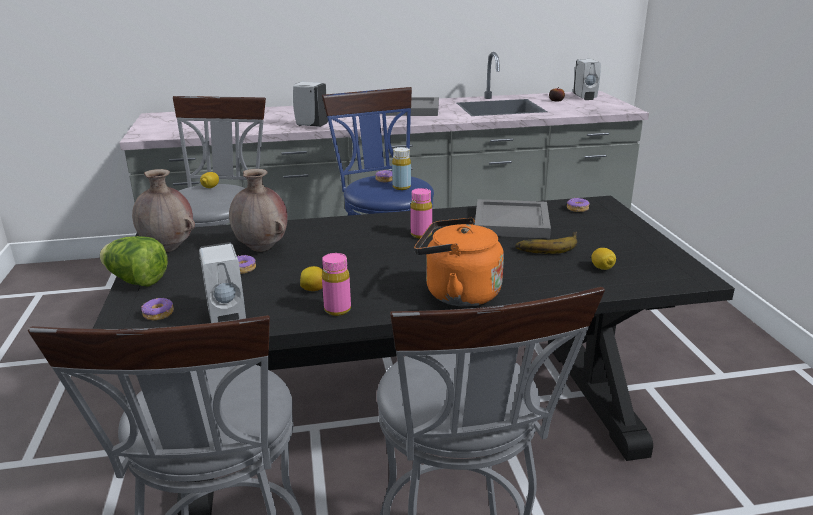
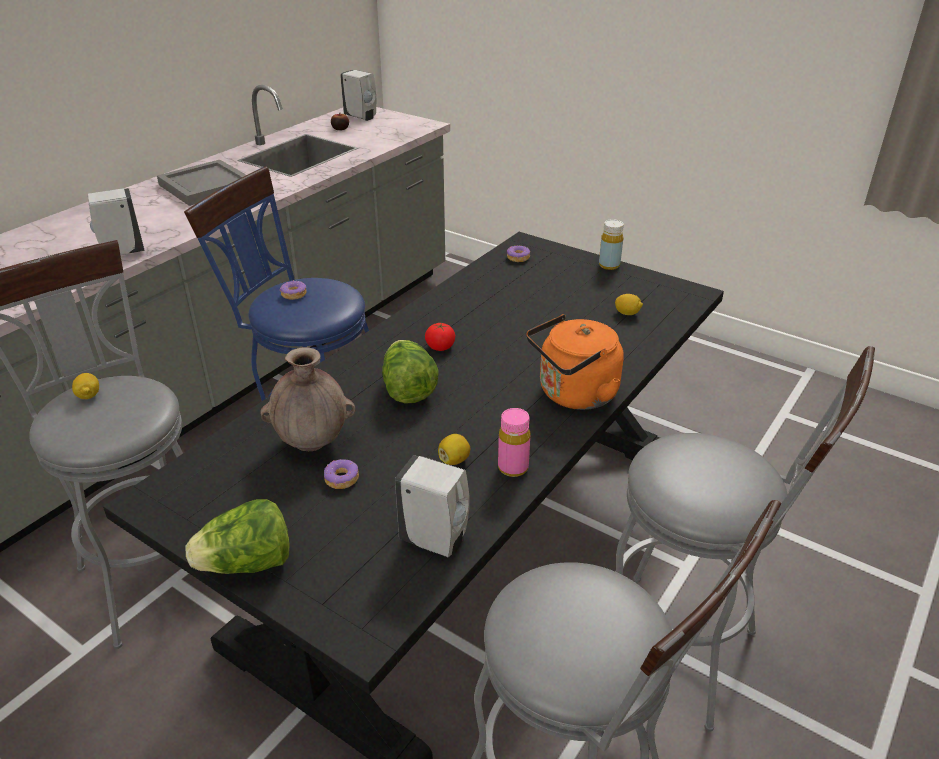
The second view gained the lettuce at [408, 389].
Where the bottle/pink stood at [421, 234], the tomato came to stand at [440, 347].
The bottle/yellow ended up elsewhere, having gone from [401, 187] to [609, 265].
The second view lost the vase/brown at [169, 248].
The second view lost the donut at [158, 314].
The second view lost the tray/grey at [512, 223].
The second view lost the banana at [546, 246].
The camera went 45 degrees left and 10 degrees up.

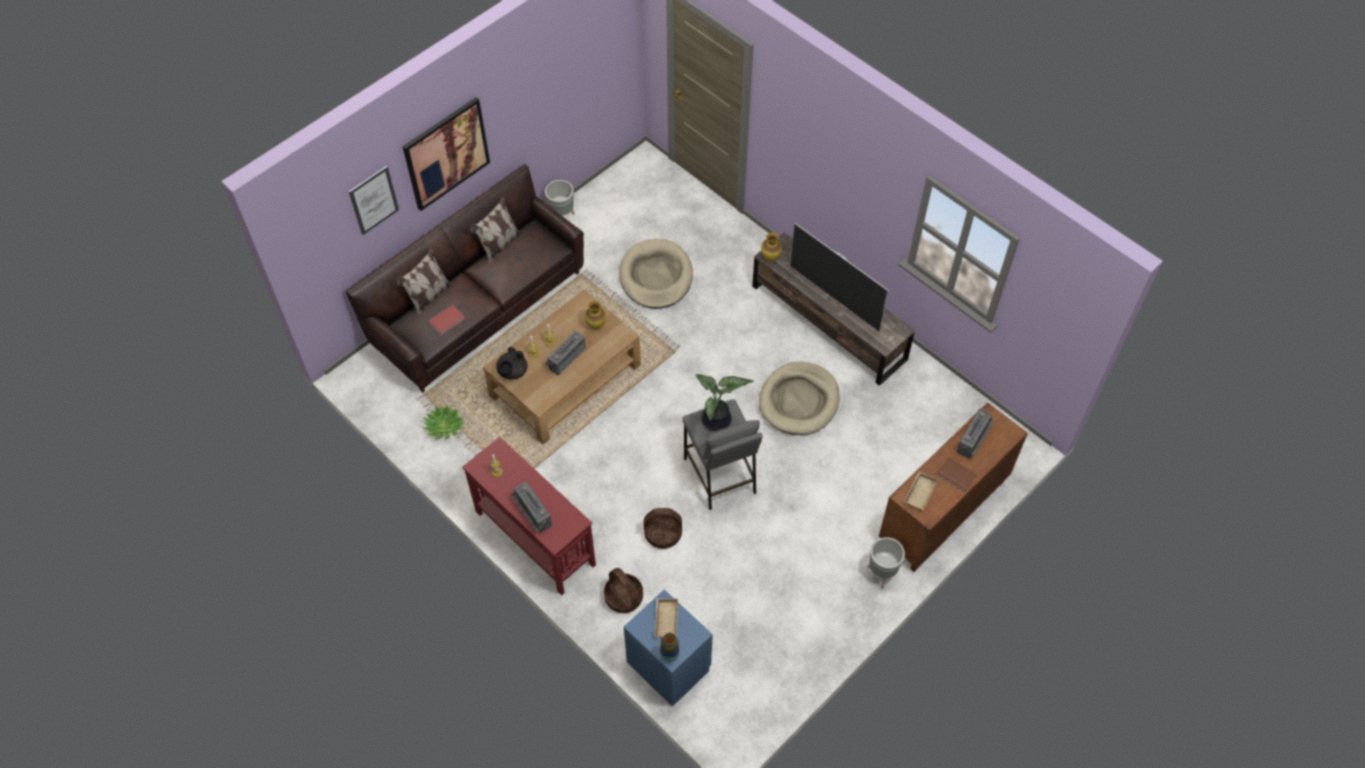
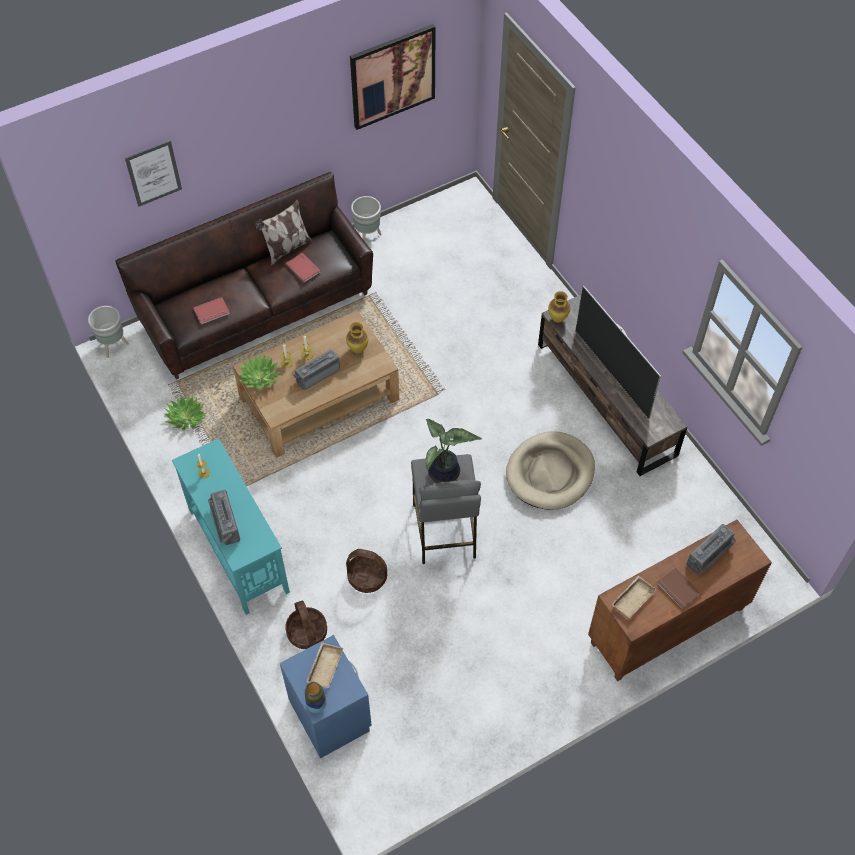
The planter/grey ended up elsewhere, having gone from [881, 574] to [114, 346].
What was the console table/red at [535, 537] turned into the console table/turquoise at [238, 549].
Where the teapot/black stood at [512, 372], the potted plant came to stand at [260, 377].
The second view gained the book/red at [303, 268].
The picture ended up elsewhere, having gone from [446, 153] to [393, 76].
The second view lost the pillow at [428, 297].
The second view lost the dog bed/beige at [656, 276].
The camera went 15 degrees right and 0 degrees up.

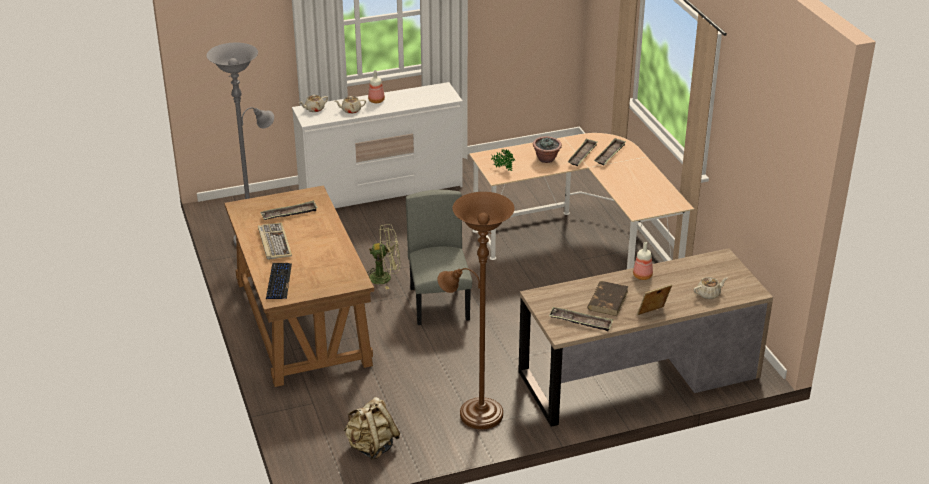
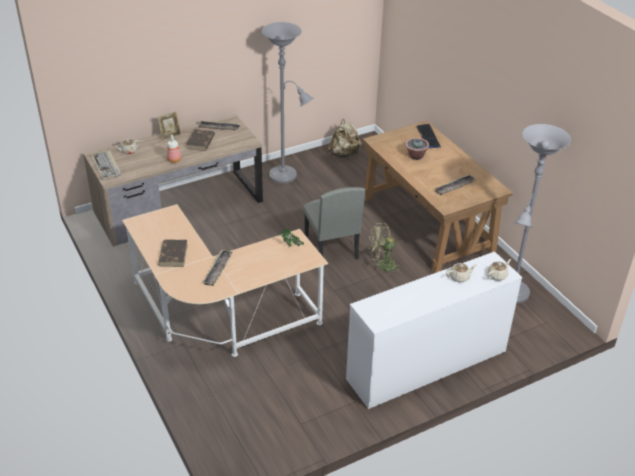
The keyboard ended up elsewhere, having gone from [274, 242] to [106, 166].
The second view gained the book/brown at [173, 254].
What was the floor lamp/brown at [476, 412] turned into the floor lamp/grey at [286, 176].
The potted plant ended up elsewhere, having gone from [546, 159] to [415, 156].
The second view lost the bottle at [376, 100].
The second view lost the tray at [610, 154].
The camera went 170 degrees right and 5 degrees up.

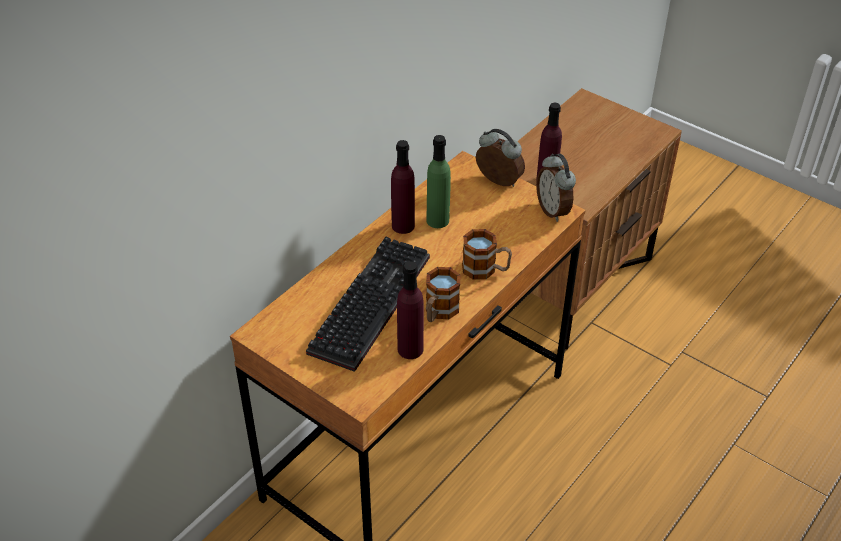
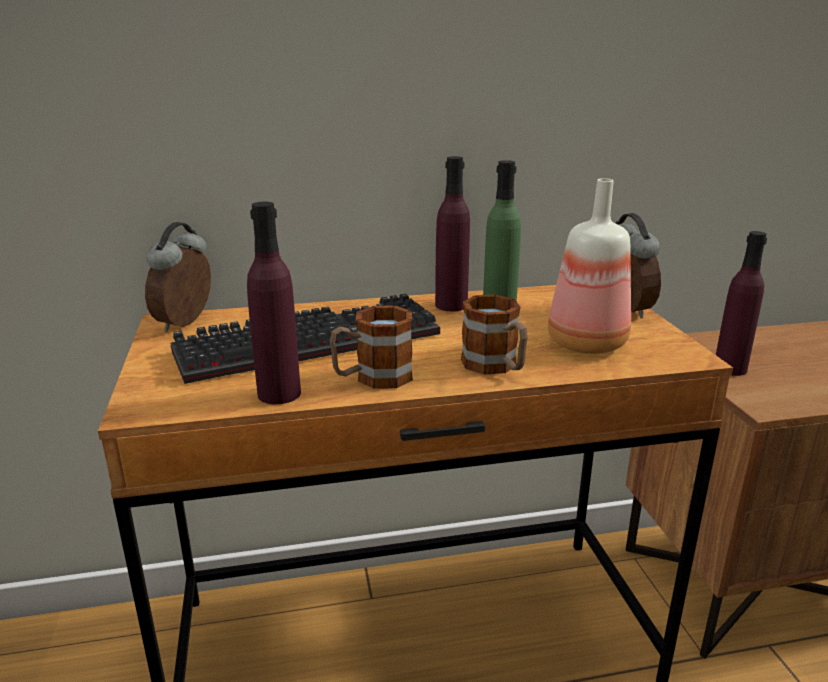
The alarm clock ended up elsewhere, having gone from [553, 210] to [187, 323].
The second view gained the bottle at [584, 343].
The camera went 40 degrees right and 20 degrees down.

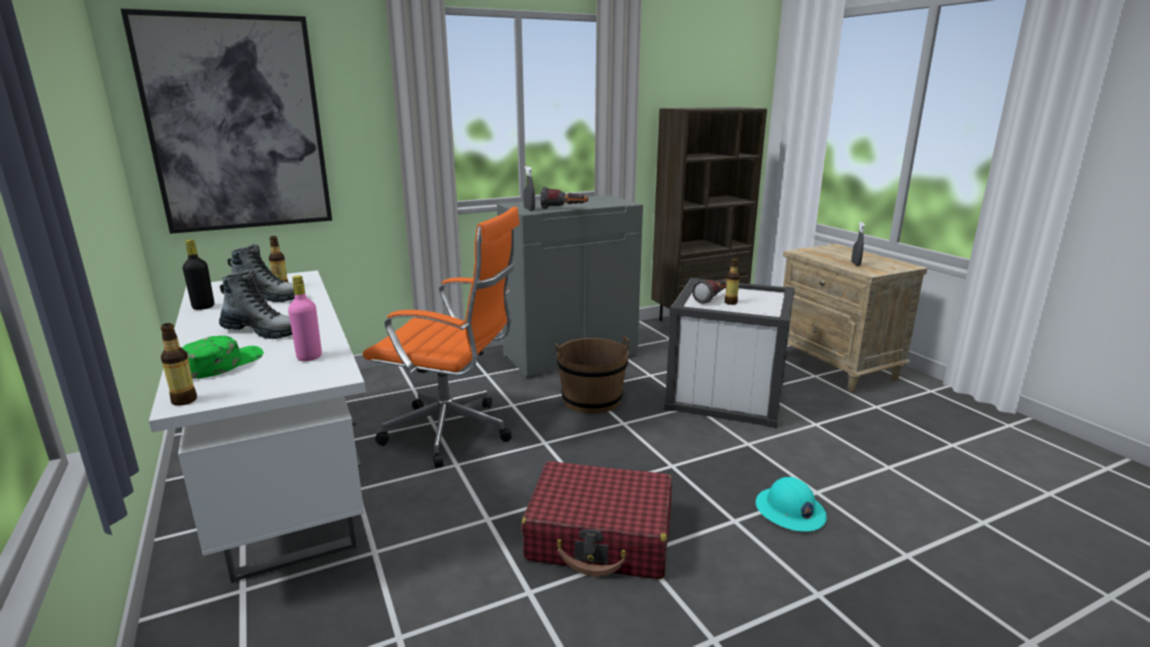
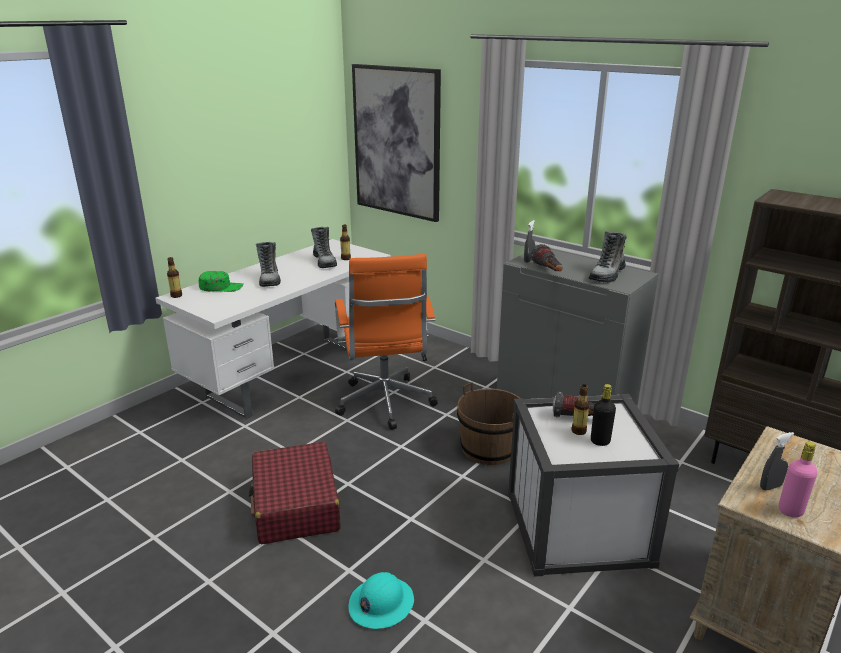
The second view gained the boot at [607, 275].
The bottle/black ended up elsewhere, having gone from [203, 307] to [600, 441].
The bottle/pink ended up elsewhere, having gone from [309, 357] to [790, 511].
The camera went 65 degrees right and 5 degrees up.

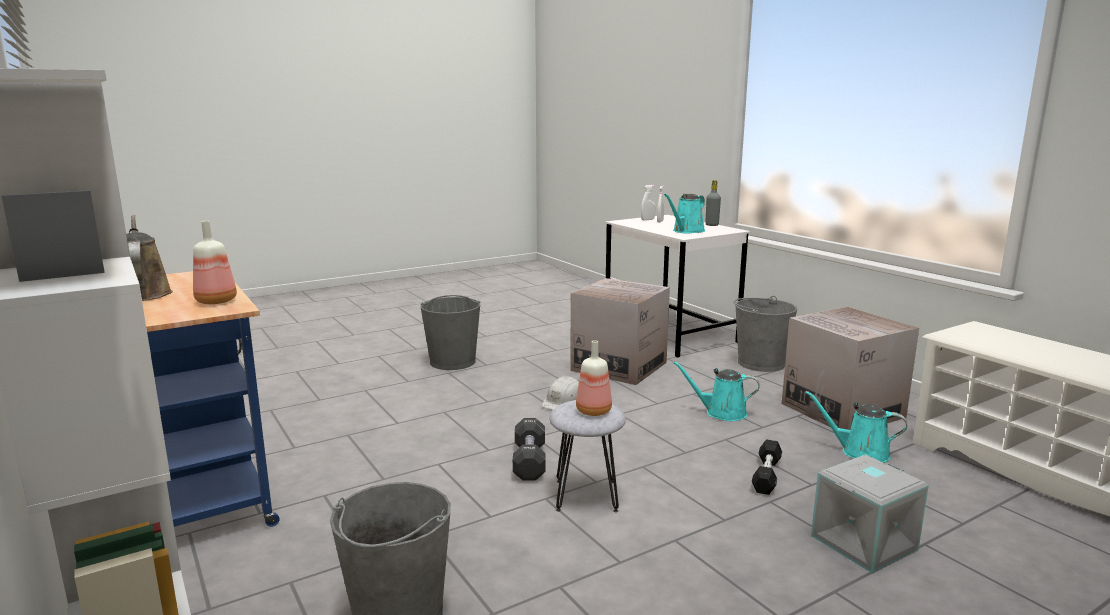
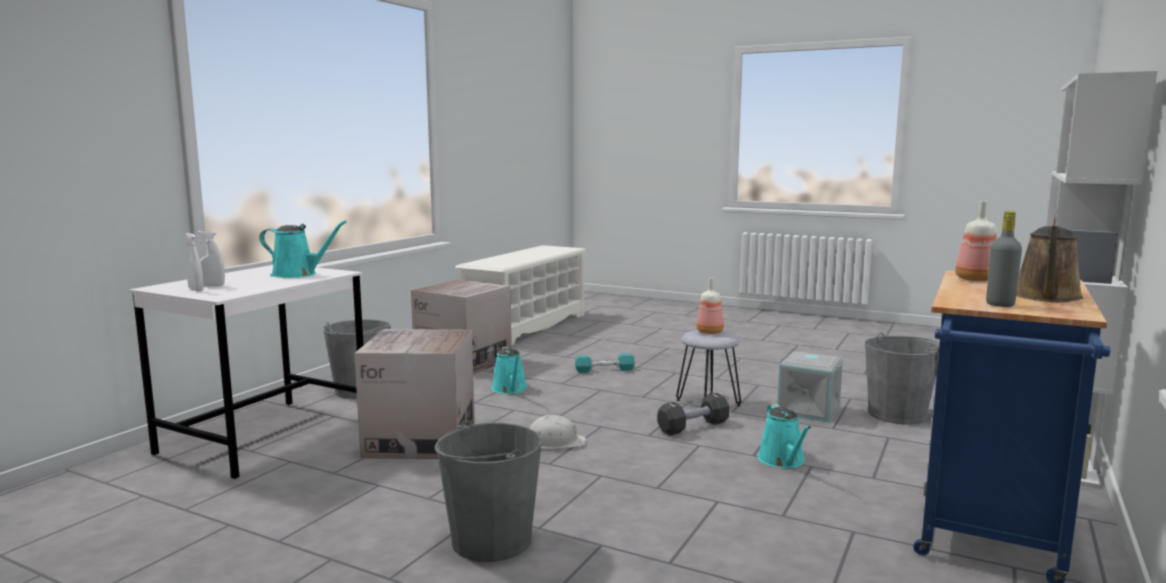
What was the dumbbell/black at [766, 475] turned into the dumbbell/turquoise at [604, 370].
The watering can/turquoise ended up elsewhere, having gone from [860, 452] to [783, 461].
The storage box/grey ended up elsewhere, having gone from [865, 543] to [809, 410].
The bottle/grey ended up elsewhere, having gone from [712, 225] to [1000, 304].
The camera went 120 degrees left and 5 degrees down.

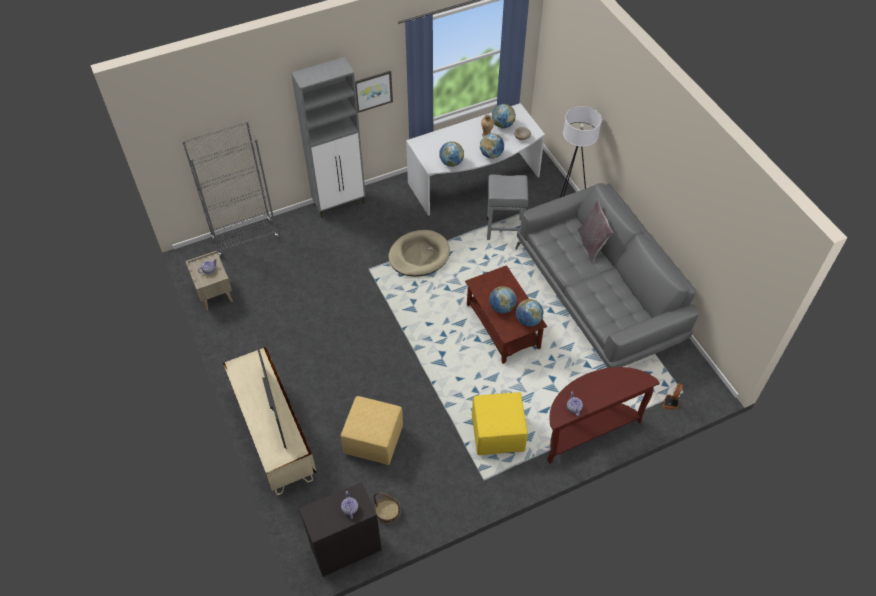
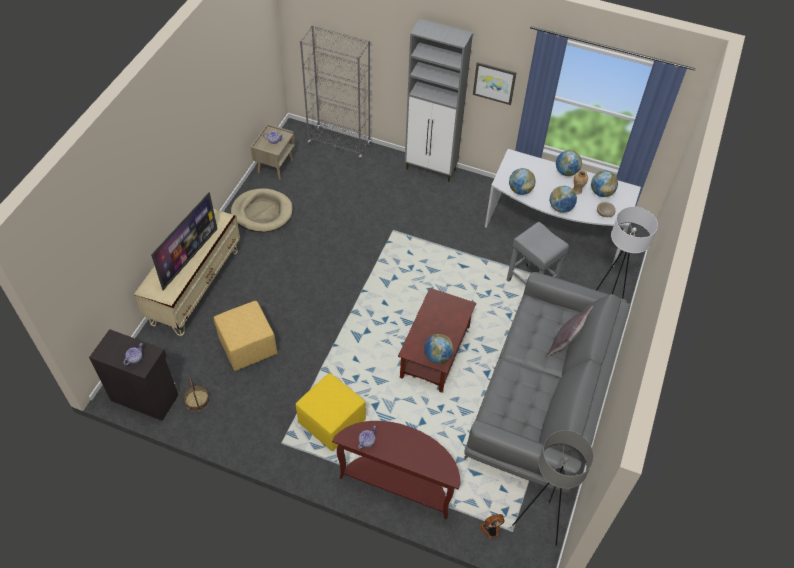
The dog bed/beige ended up elsewhere, having gone from [419, 255] to [262, 212].
The second view gained the floor lamp/grey at [538, 524].
The globe ended up elsewhere, having gone from [501, 308] to [566, 172].
The camera went 45 degrees right and 0 degrees up.

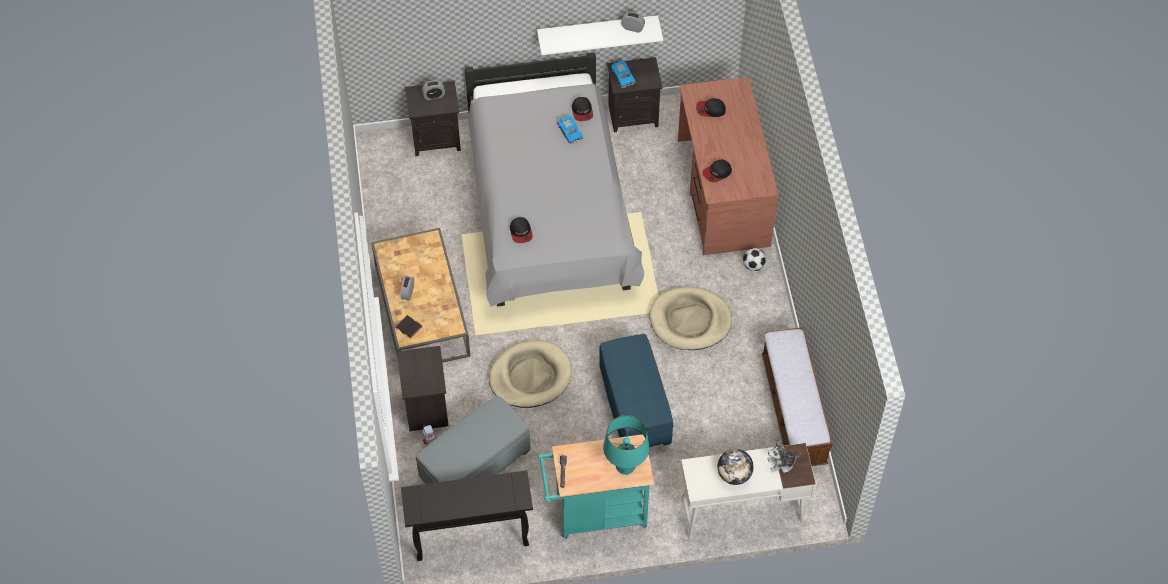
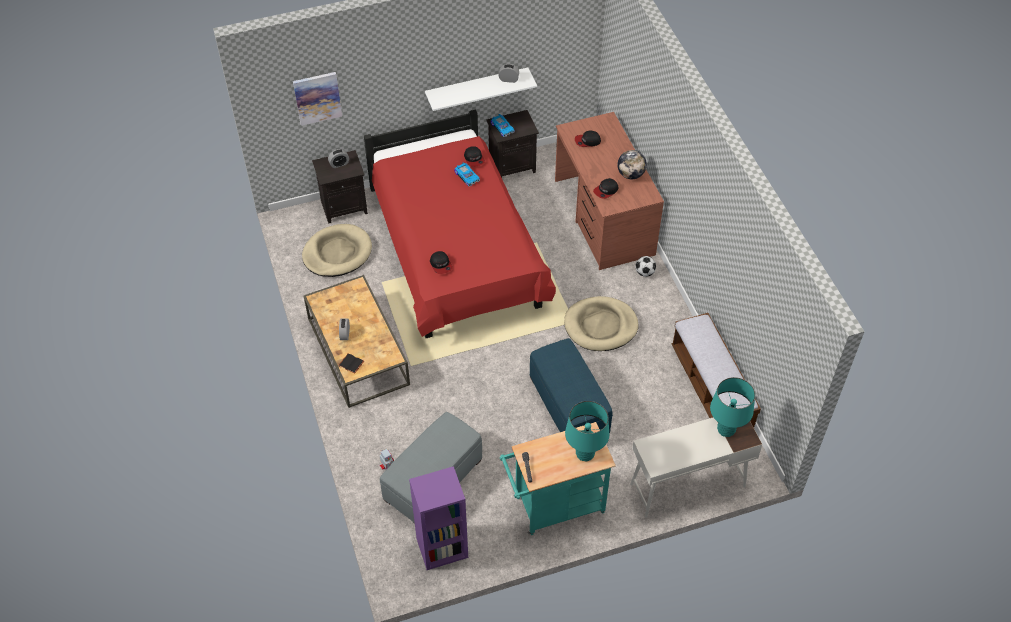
The second view gained the picture at [317, 98].
The dog bed/beige ended up elsewhere, having gone from [530, 376] to [337, 253].
What was the bed/grey at [548, 210] turned into the bed/red at [455, 252].
Where the console table/black stood at [470, 538], the bookcase/purple came to stand at [442, 548].
The globe ended up elsewhere, having gone from [734, 475] to [630, 174].
Where the plush toy stood at [781, 463], the table lamp/turquoise came to stand at [726, 430].
The second view lost the nightstand/black at [425, 406].
The camera went 10 degrees left and 5 degrees down.

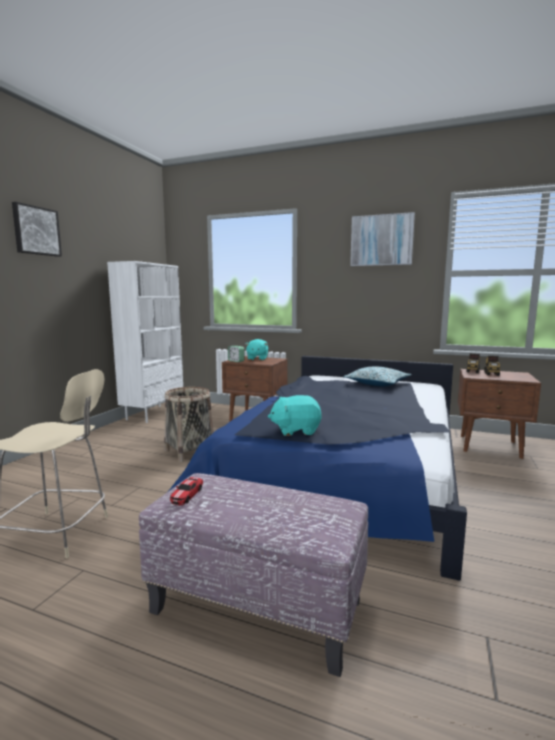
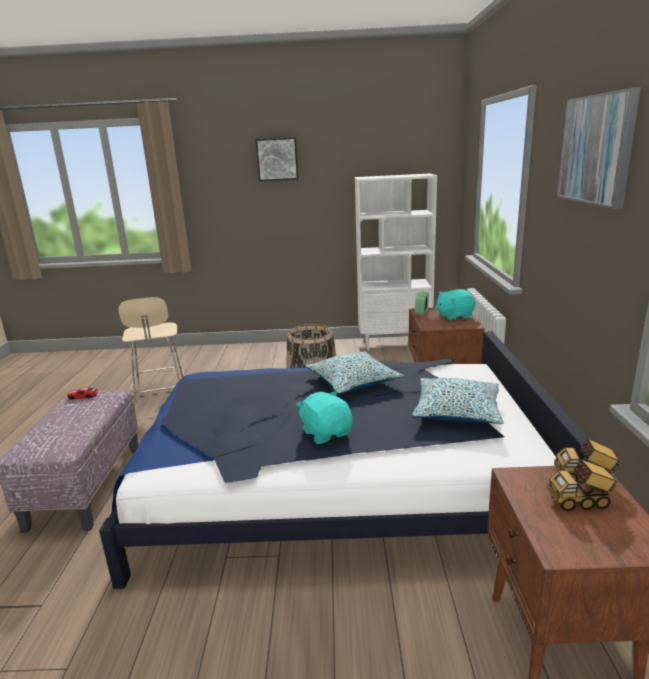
The plush toy/turquoise ended up elsewhere, having gone from [295, 430] to [326, 433].
The second view gained the pillow at [353, 382].
The camera went 70 degrees right and 10 degrees up.

